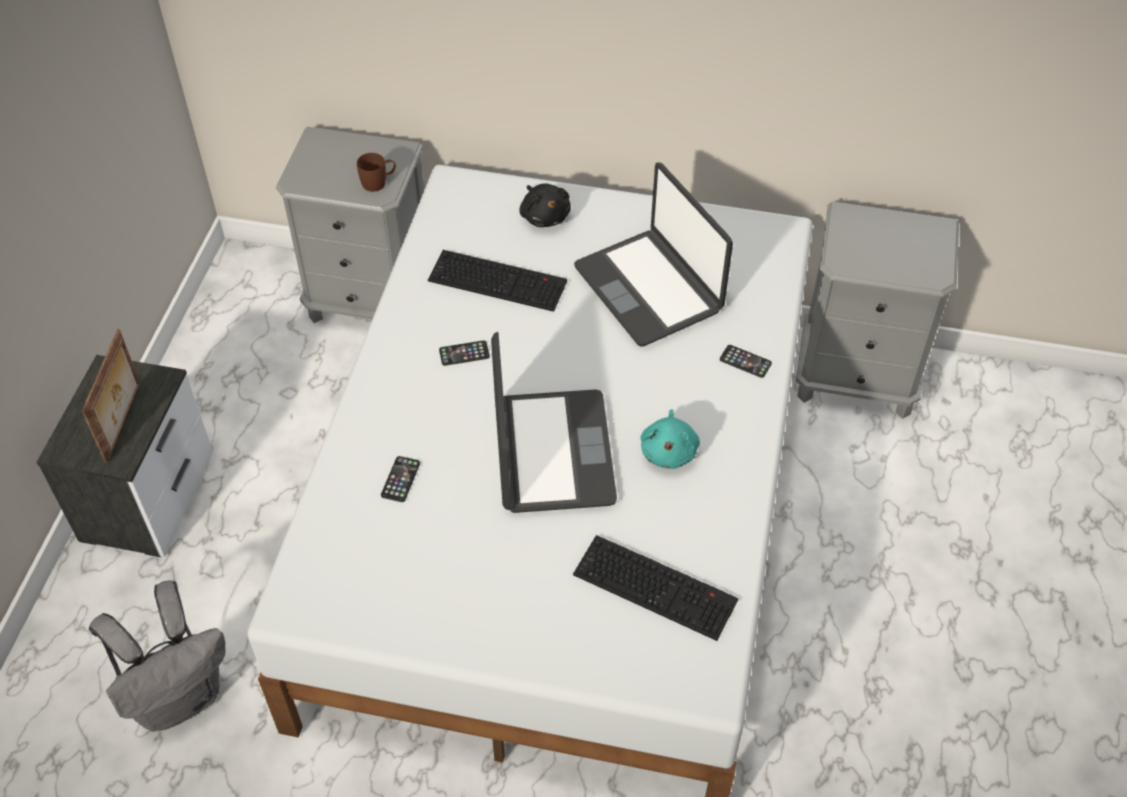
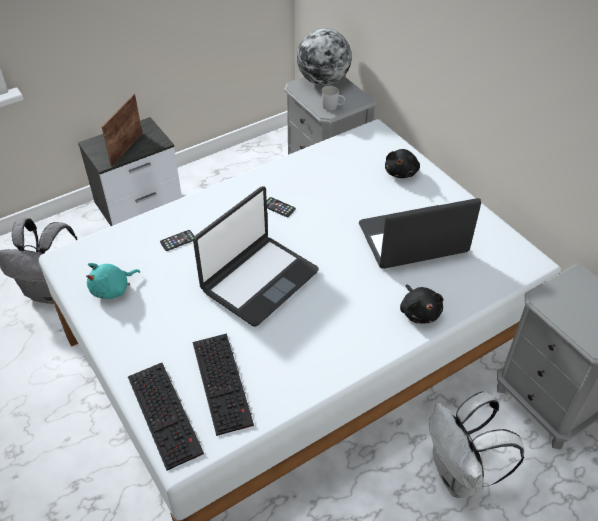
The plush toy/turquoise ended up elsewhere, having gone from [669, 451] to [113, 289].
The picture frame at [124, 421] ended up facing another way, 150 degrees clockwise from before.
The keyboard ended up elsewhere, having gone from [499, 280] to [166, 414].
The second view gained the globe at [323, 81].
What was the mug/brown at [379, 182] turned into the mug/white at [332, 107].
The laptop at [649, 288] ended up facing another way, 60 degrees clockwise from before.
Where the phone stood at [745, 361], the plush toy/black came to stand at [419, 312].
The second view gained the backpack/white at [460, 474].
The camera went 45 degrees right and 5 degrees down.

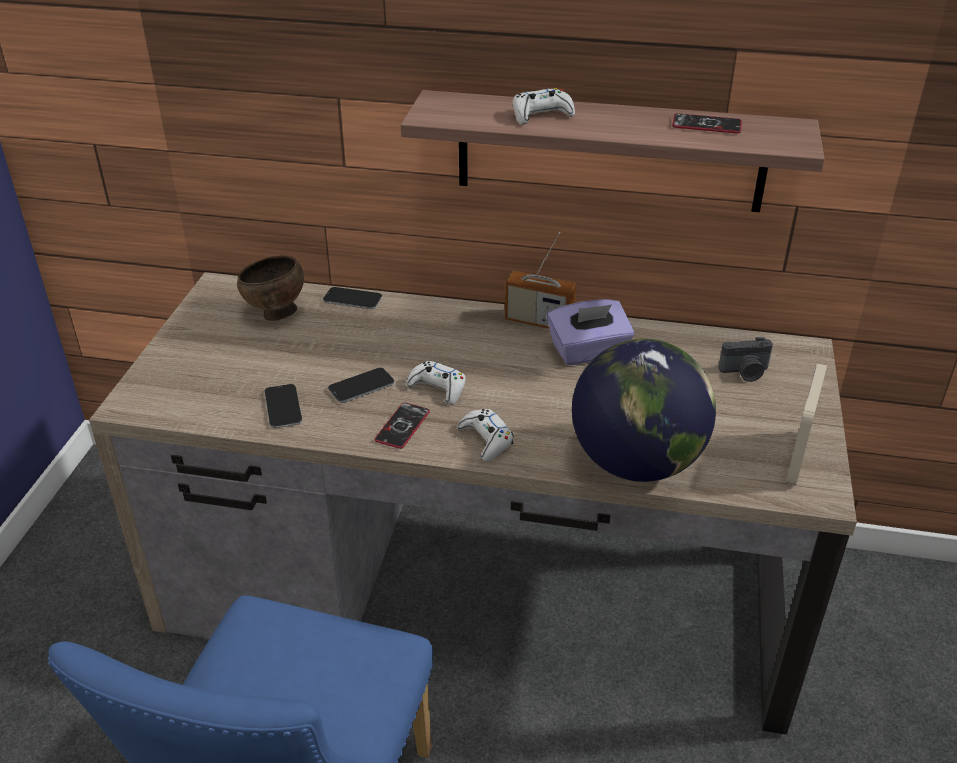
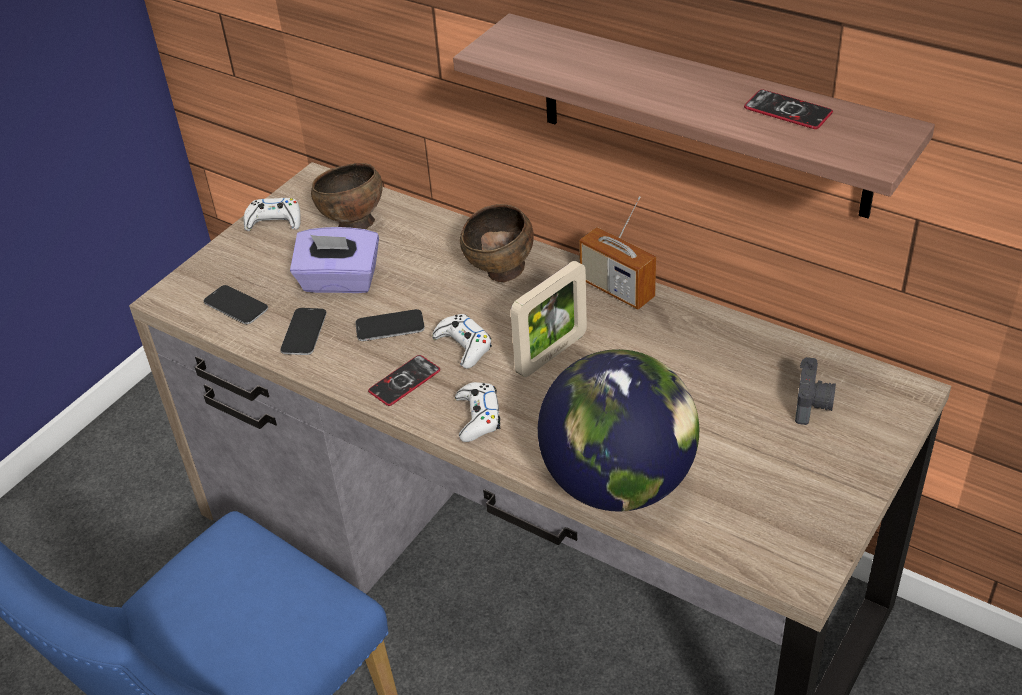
The phone ended up elsewhere, having gone from [352, 299] to [236, 306].
The game controller/white ended up elsewhere, having gone from [541, 115] to [274, 221].
The tissue box/purple ended up elsewhere, having gone from [588, 352] to [339, 281].
The second view gained the bowl/brown at [500, 274].
The picture frame ended up elsewhere, having gone from [797, 459] to [551, 354].
The photo camera at [745, 372] ended up facing another way, 90 degrees counterclockwise from before.
The camera went 25 degrees right and 5 degrees up.

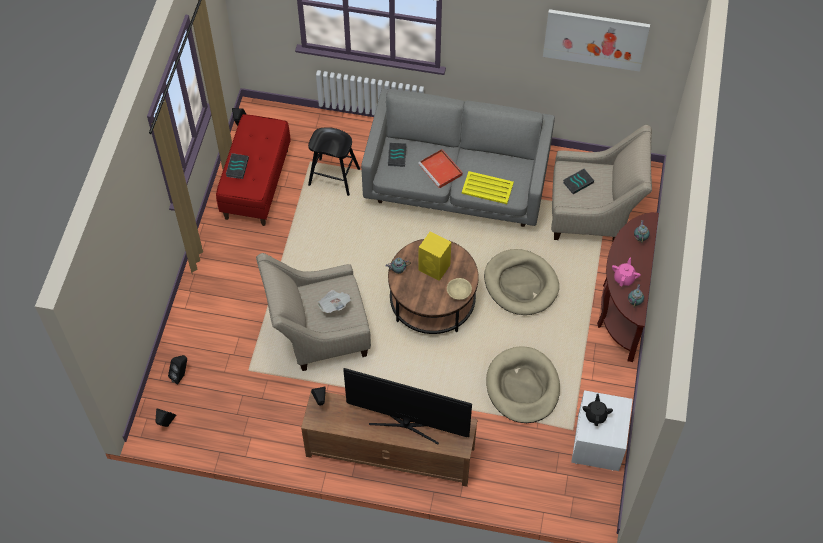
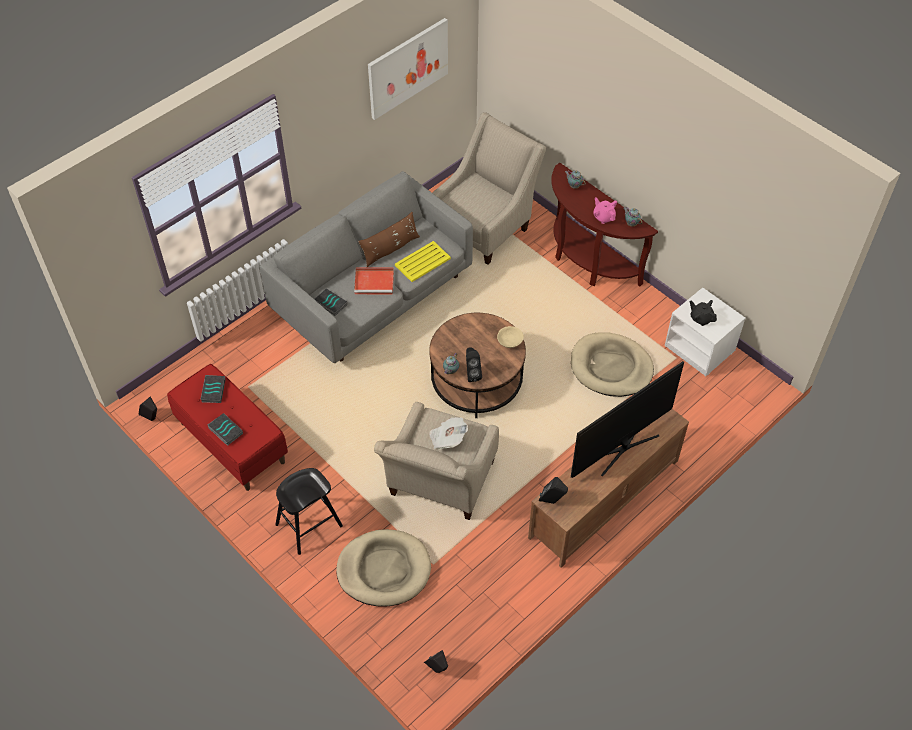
The book ended up elsewhere, having gone from [578, 182] to [213, 390].
The stool/black ended up elsewhere, having gone from [334, 177] to [309, 525].
The dog bed/beige ended up elsewhere, having gone from [521, 284] to [384, 570].
The second view gained the pillow/brown at [390, 249].
The speaker/black ended up elsewhere, having gone from [181, 376] to [472, 374].
The second view lost the speaker/yellow at [435, 268].
The camera went 55 degrees left and 5 degrees down.

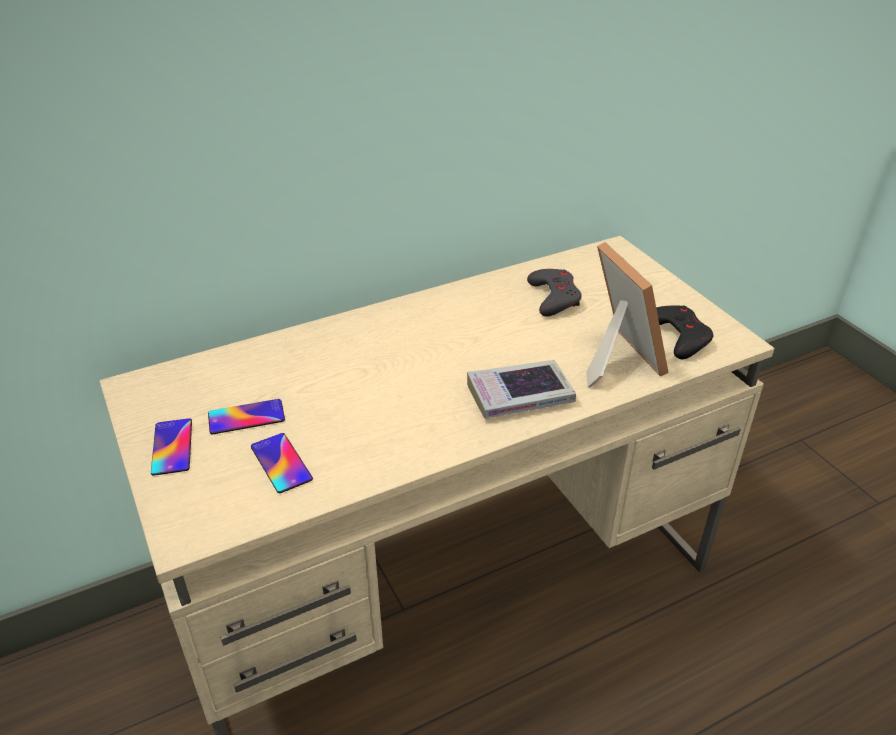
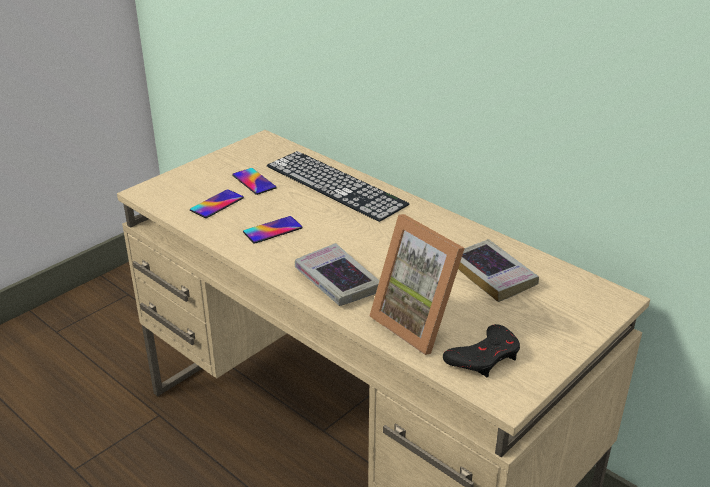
The phone ended up elsewhere, having gone from [172, 447] to [272, 230].
The second view gained the keyboard at [335, 185].
The picture frame at [615, 359] ended up facing another way, 90 degrees clockwise from before.
Where the game controller/grey stood at [554, 297], the book came to stand at [492, 275].
The camera went 70 degrees right and 5 degrees down.

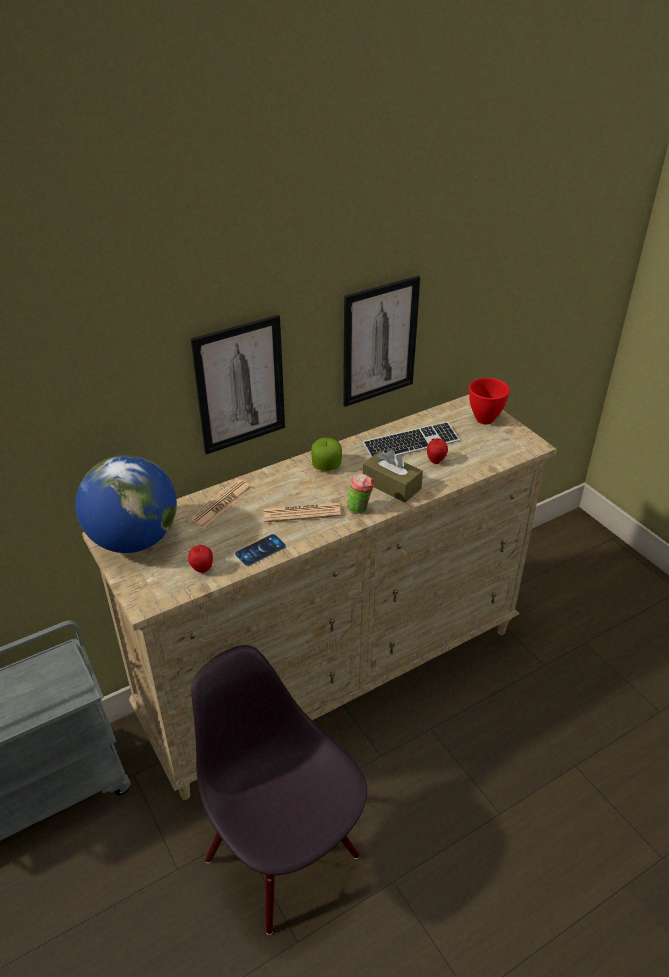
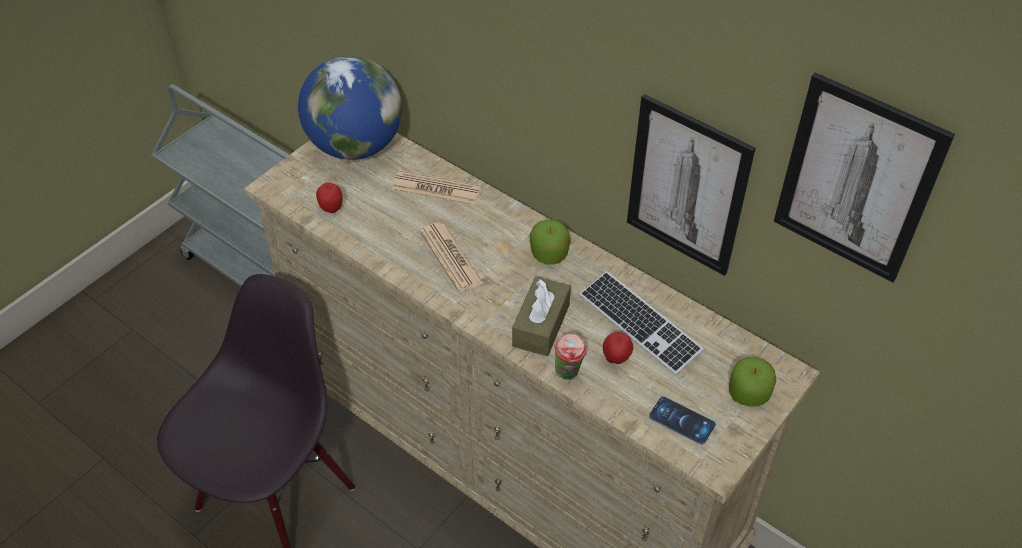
The cup ended up elsewhere, having gone from [360, 509] to [568, 374].
The phone ended up elsewhere, having gone from [260, 550] to [682, 421].
Where the bowl/red stood at [484, 419], the apple came to stand at [748, 393].
The picture ended up elsewhere, having gone from [240, 385] to [857, 180].
The camera went 70 degrees right and 10 degrees up.

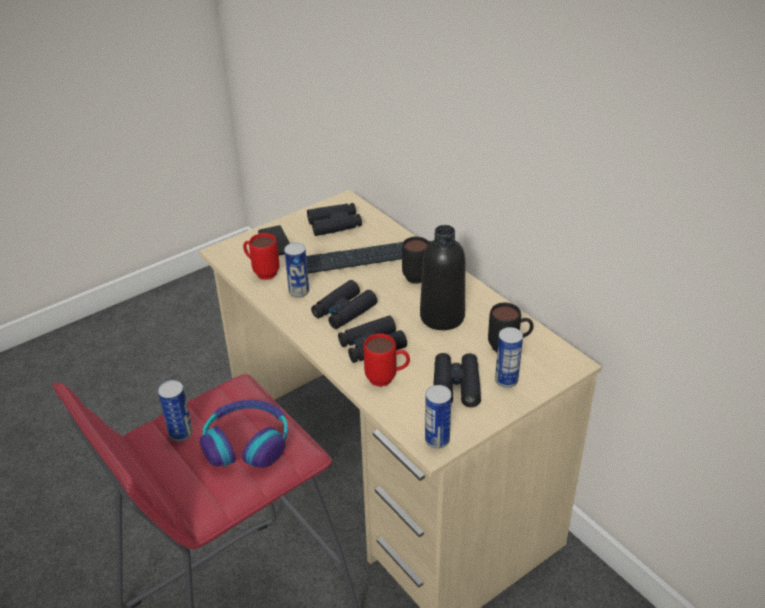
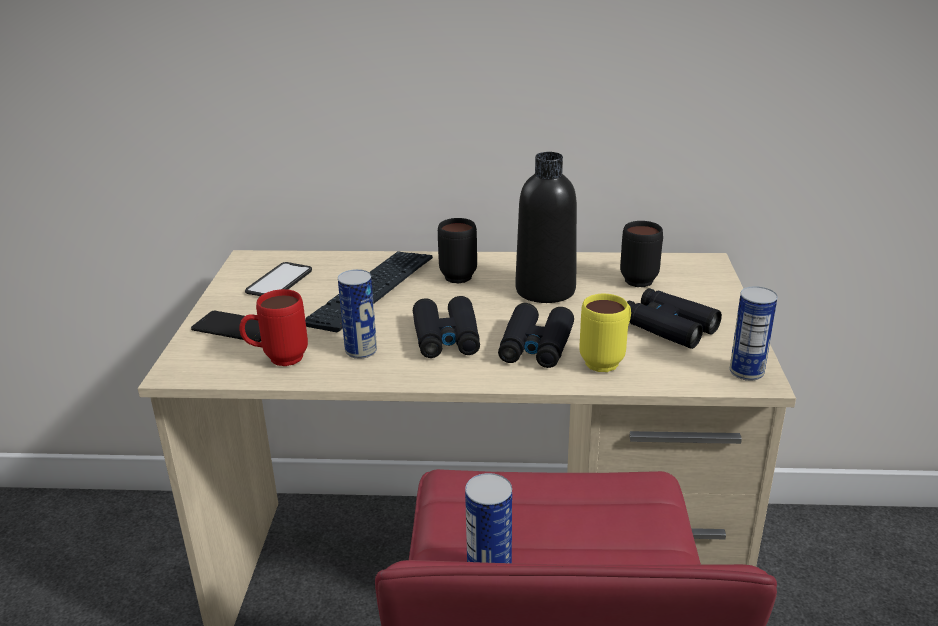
Where the binoculars/black stood at [335, 224], the phone came to stand at [279, 281].
What was the mug/red at [387, 379] turned into the mug/yellow at [607, 360].
The second view lost the headphones at [247, 442].
The second view lost the can at [506, 380].
The camera went 50 degrees left and 10 degrees down.

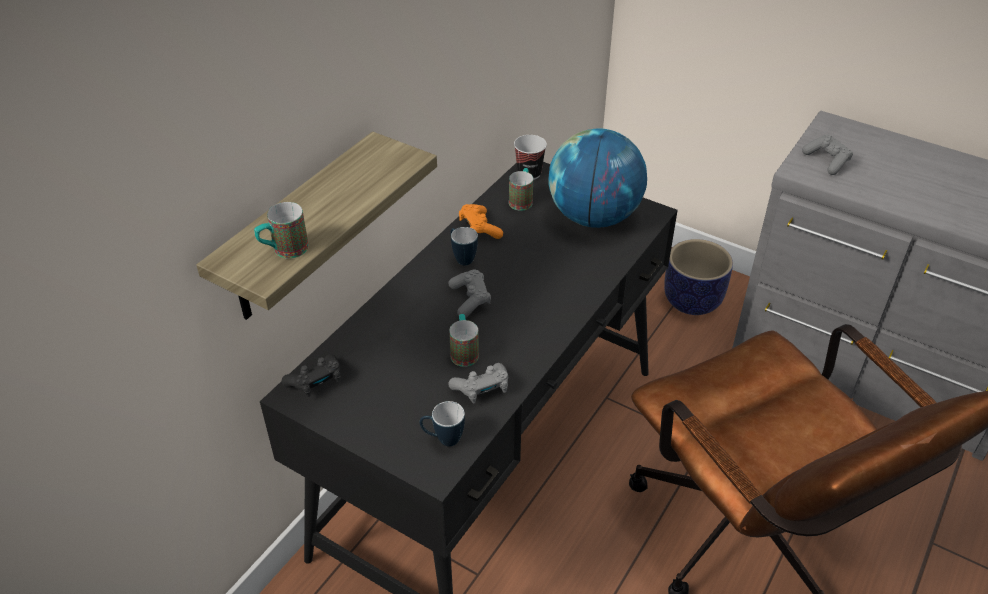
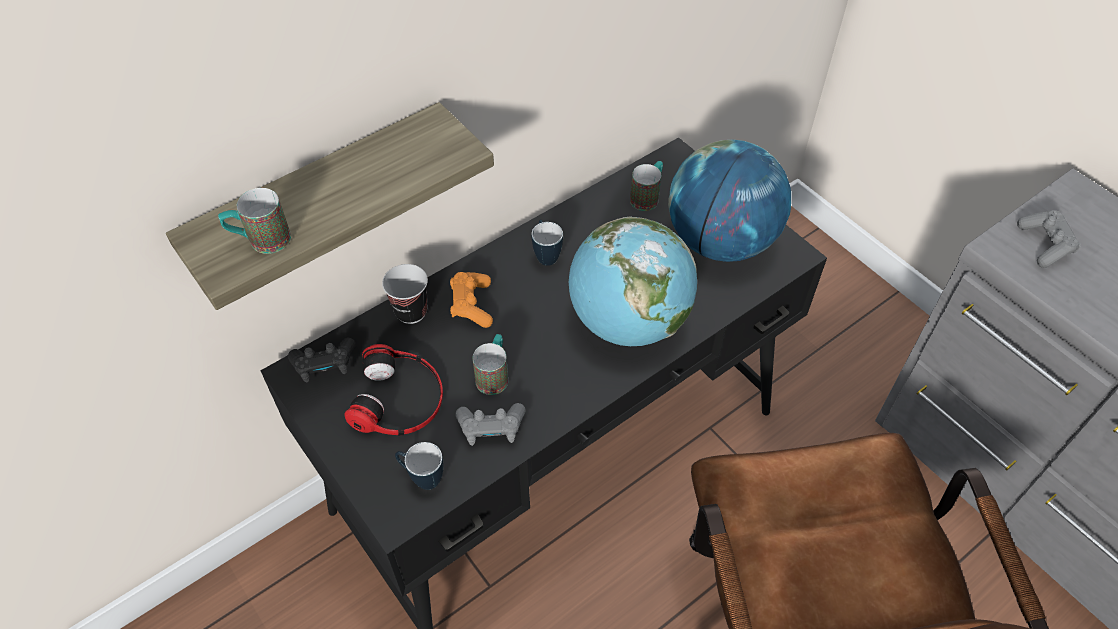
The second view gained the headphones at [399, 398].
The cup ended up elsewhere, having gone from [529, 173] to [411, 311].
The game controller/orange ended up elsewhere, having gone from [479, 229] to [472, 305].
The second view gained the globe at [628, 322].
The second view lost the game controller/grey at [470, 300].
The second view lost the planter at [691, 301].
The camera went 20 degrees right and 10 degrees up.

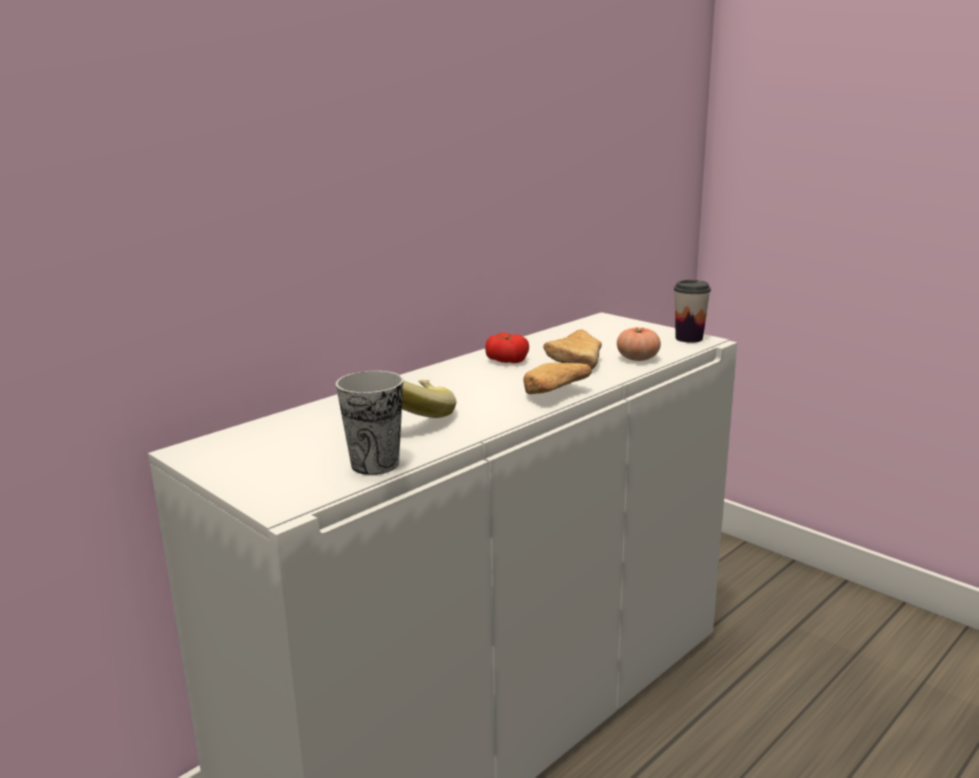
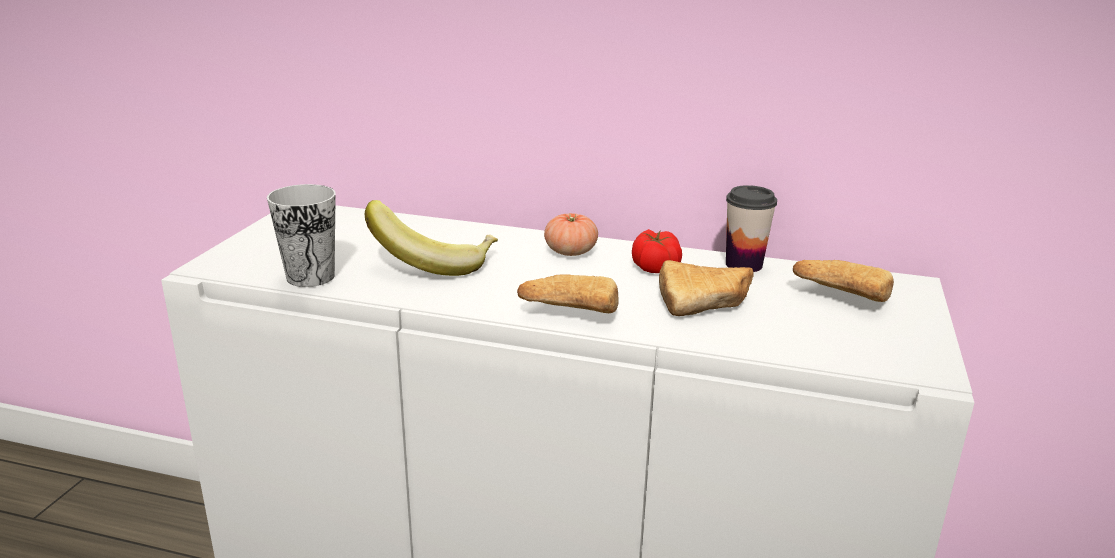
The tomato ended up elsewhere, having gone from [637, 358] to [570, 252].
The cup ended up elsewhere, having gone from [689, 338] to [743, 265].
The second view gained the bread at [839, 295].
The camera went 60 degrees right and 5 degrees up.

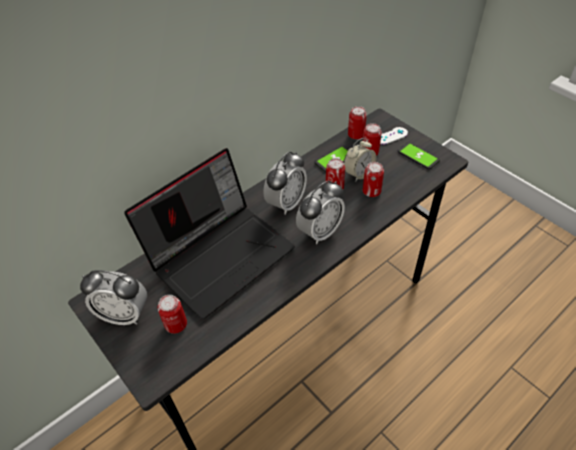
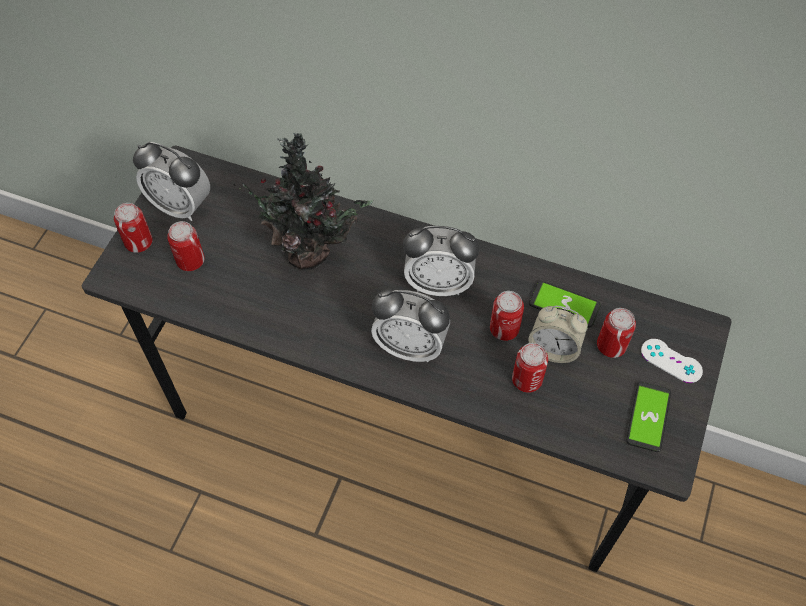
The can ended up elsewhere, having gone from [356, 135] to [139, 242].
The alarm clock at [125, 314] ended up facing another way, 45 degrees counterclockwise from before.
Where the laptop stood at [220, 253], the potted plant came to stand at [312, 252].
The camera went 60 degrees right and 10 degrees up.

